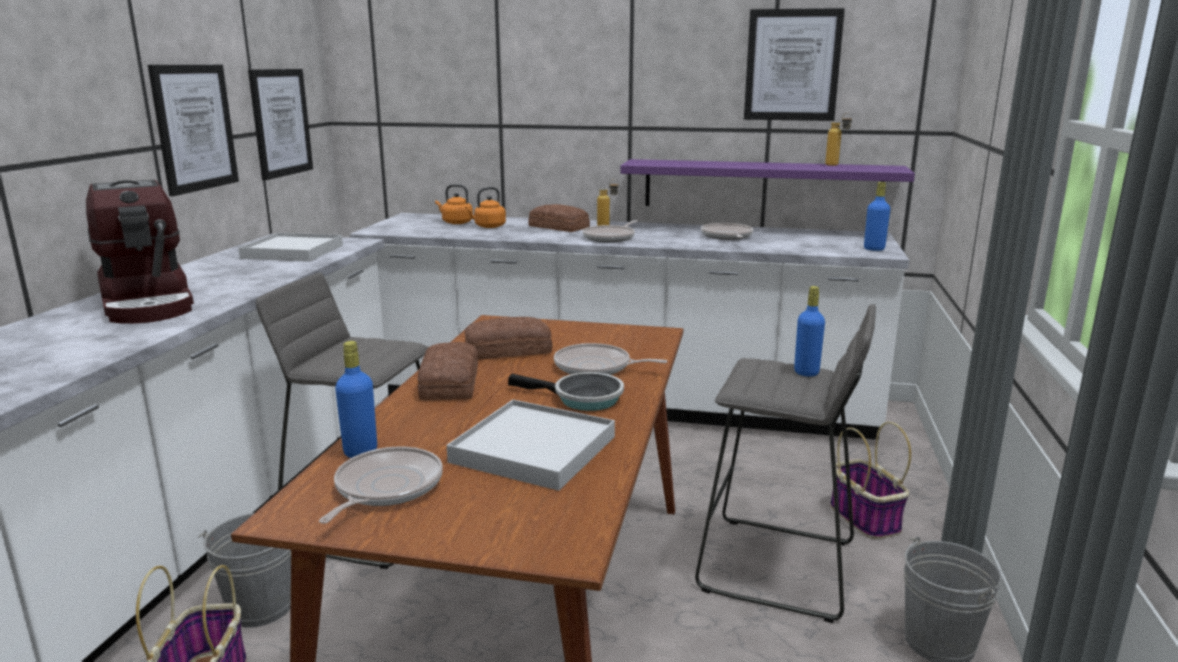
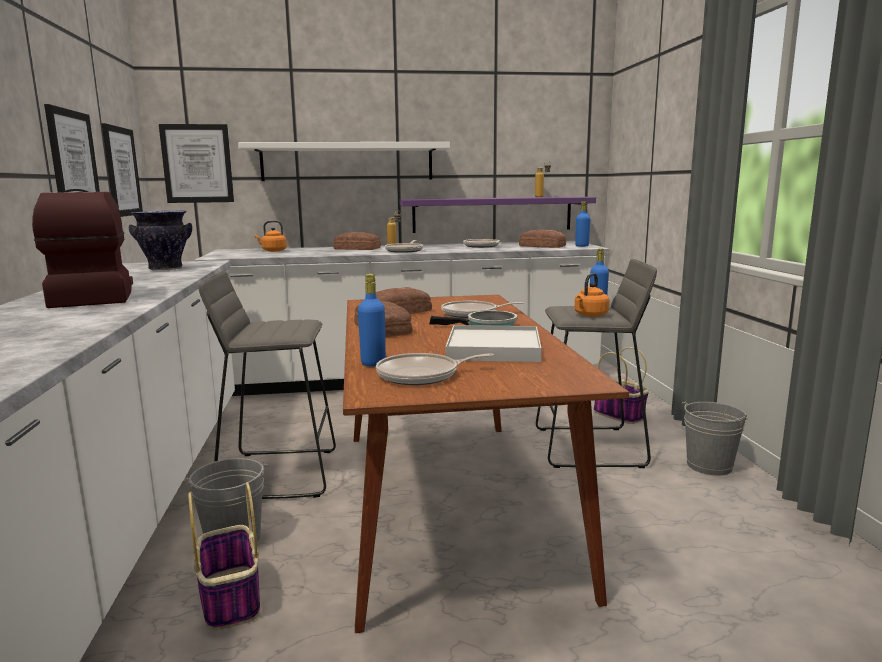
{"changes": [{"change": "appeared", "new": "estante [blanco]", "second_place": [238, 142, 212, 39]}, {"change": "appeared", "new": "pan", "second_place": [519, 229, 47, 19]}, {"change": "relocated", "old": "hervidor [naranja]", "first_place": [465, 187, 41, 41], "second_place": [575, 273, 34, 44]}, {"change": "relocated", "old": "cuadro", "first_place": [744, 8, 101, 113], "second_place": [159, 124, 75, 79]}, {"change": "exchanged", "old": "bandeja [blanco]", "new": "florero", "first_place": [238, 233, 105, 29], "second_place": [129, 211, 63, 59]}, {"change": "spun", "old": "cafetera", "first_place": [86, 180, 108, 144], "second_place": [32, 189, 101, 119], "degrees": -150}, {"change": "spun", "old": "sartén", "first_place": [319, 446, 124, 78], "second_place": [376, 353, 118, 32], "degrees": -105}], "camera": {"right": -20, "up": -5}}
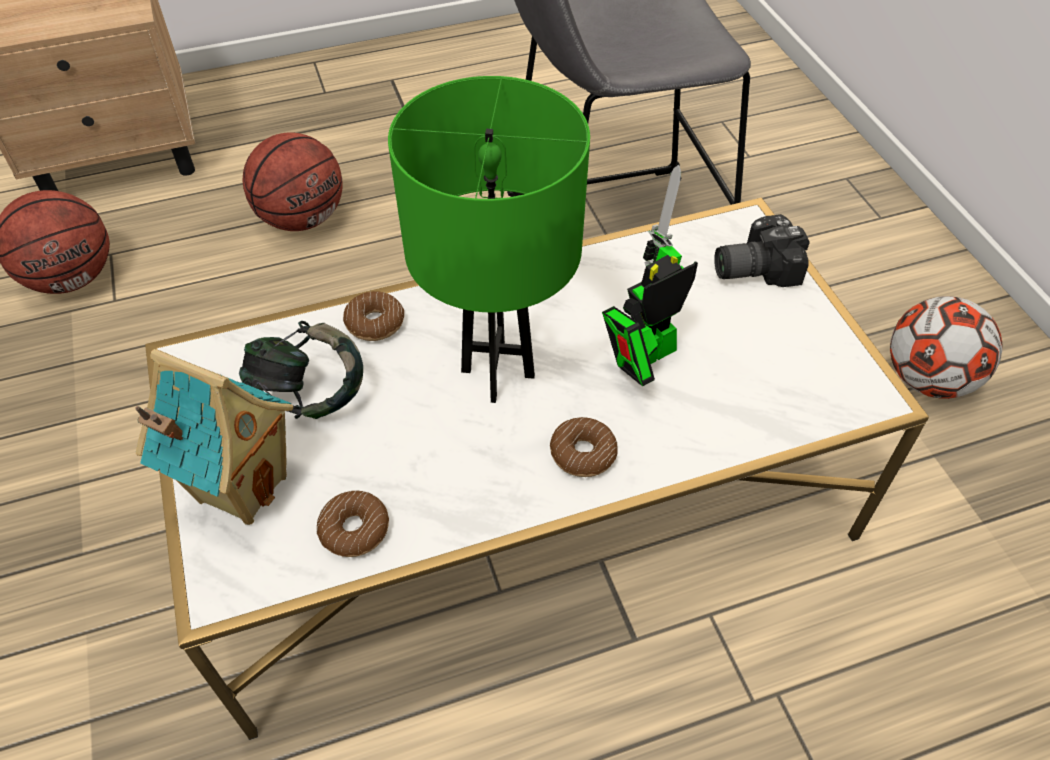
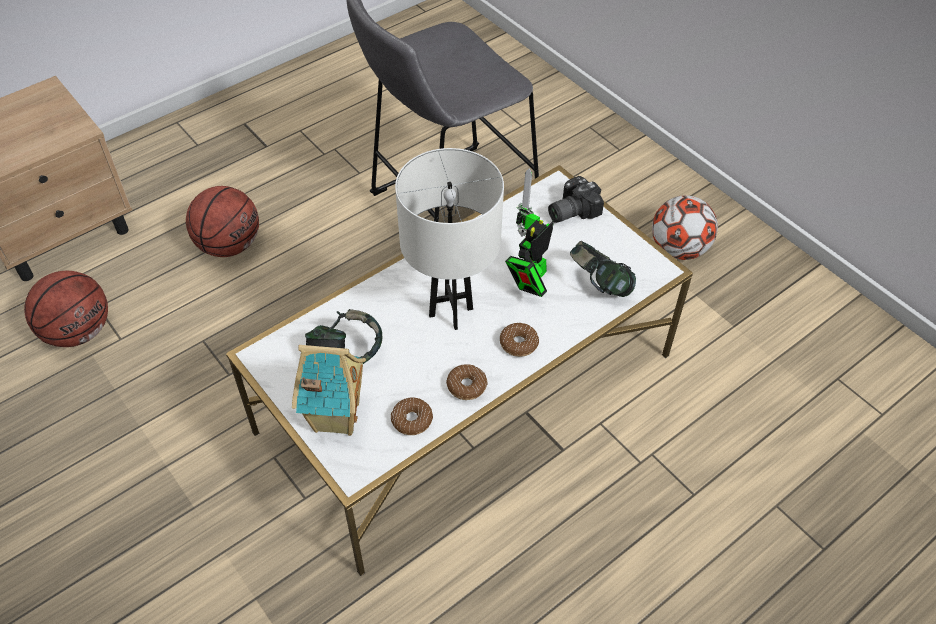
{"changes": [{"change": "appeared", "new": "auriculares", "second_place": [570, 241, 66, 56]}, {"change": "relocated", "old": "rosquilla", "first_place": [343, 291, 61, 50], "second_place": [446, 364, 41, 36]}, {"change": "colour", "old": "lámpara de mesa [verde]", "new": "lámpara de mesa [blanco]", "first_place": [388, 76, 202, 327], "second_place": [395, 148, 109, 182]}], "camera": {"right": -20, "up": 0}}
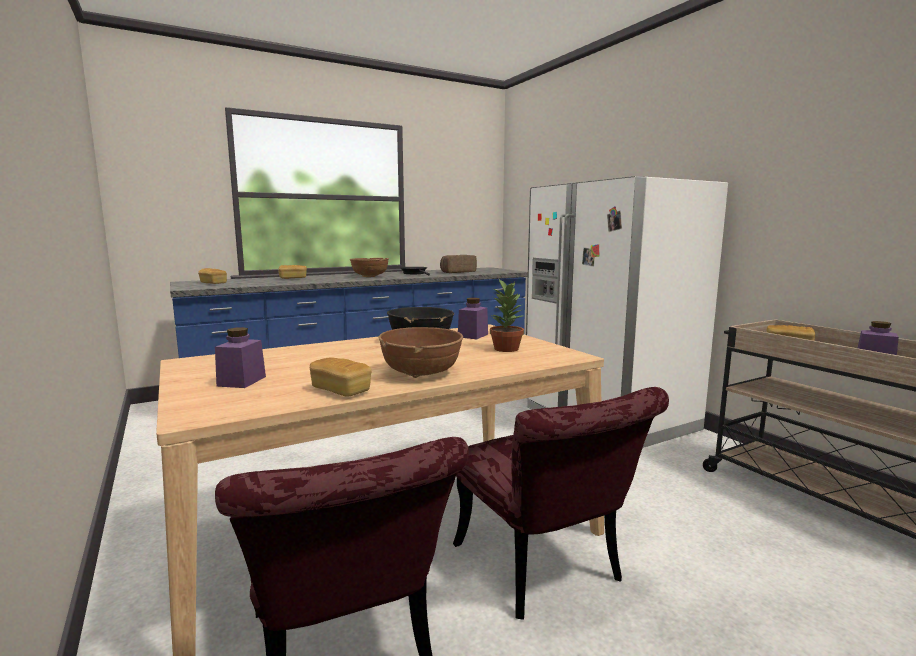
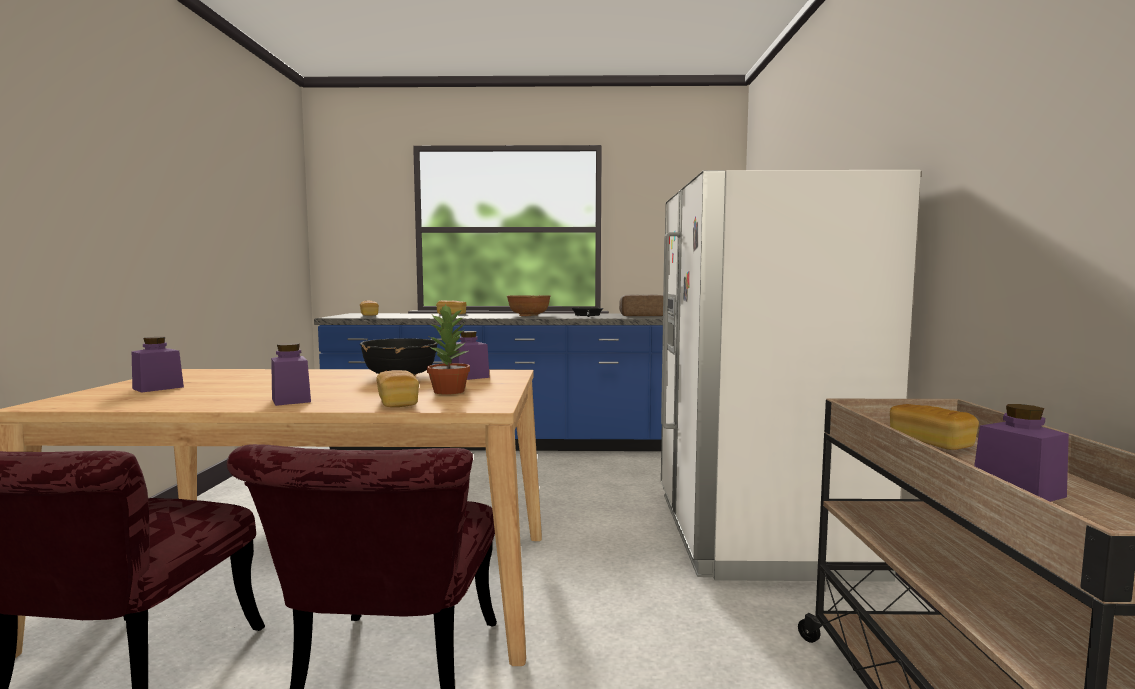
{"changes": [{"change": "relocated", "old": "pan", "first_place": [310, 357, 62, 40], "second_place": [376, 370, 43, 37]}, {"change": "exchanged", "old": "cuenco [marrón]", "new": "tarro [morado]", "first_place": [379, 327, 84, 51], "second_place": [271, 343, 40, 63]}], "camera": {"right": 30, "up": -5}}
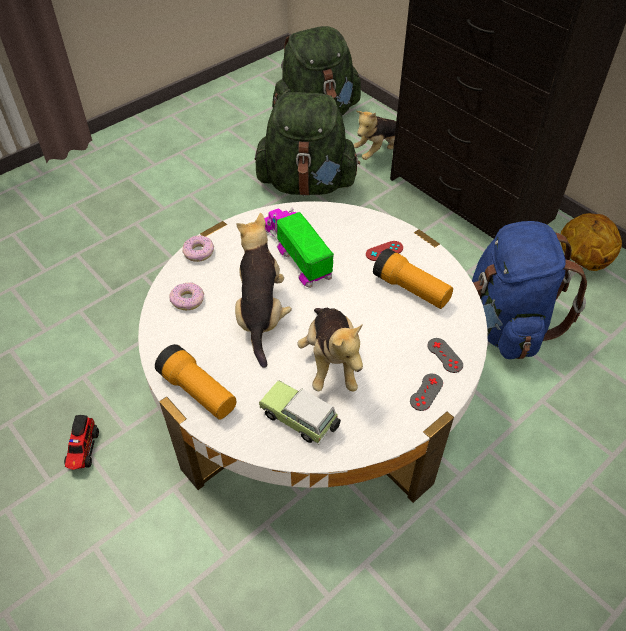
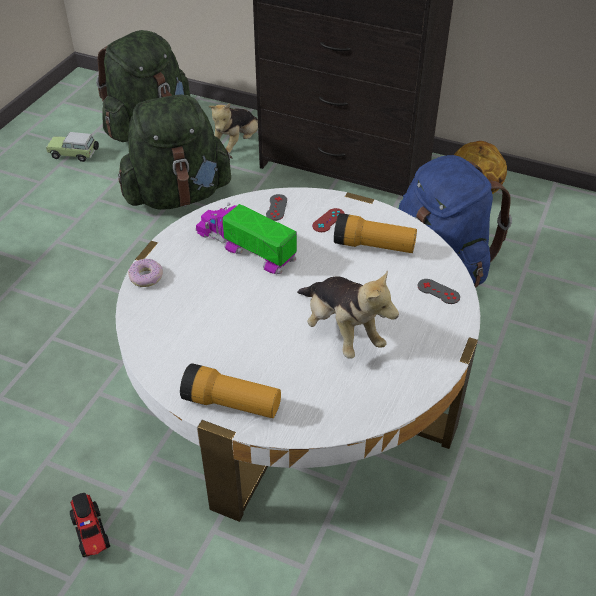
{"changes": [{"change": "missing", "old": "rosquilla", "first_place": [169, 282, 35, 28]}, {"change": "missing", "old": "peluche", "first_place": [235, 213, 57, 155]}, {"change": "relocated", "old": "coche de juguete", "first_place": [259, 380, 82, 65], "second_place": [46, 132, 53, 30]}, {"change": "relocated", "old": "mando de consola [gris]", "first_place": [410, 374, 33, 37], "second_place": [266, 194, 21, 27]}], "camera": {"right": -25, "up": -5}}
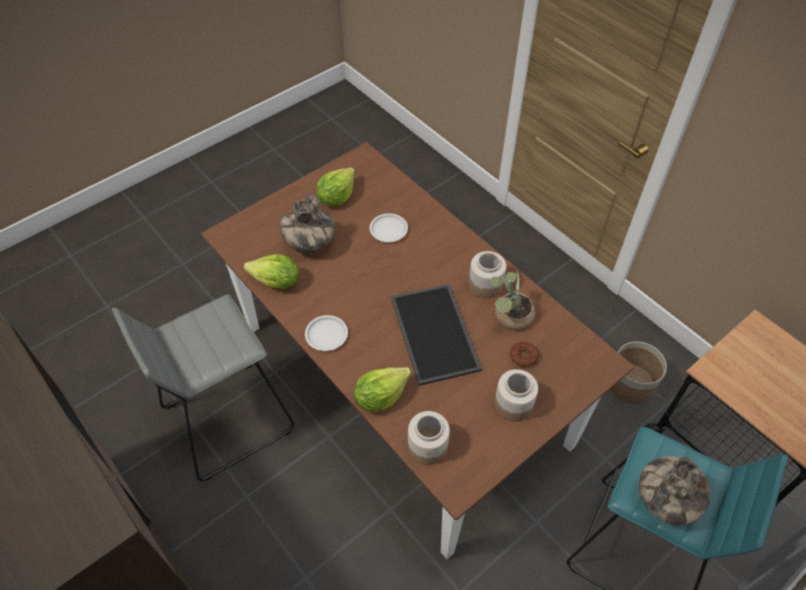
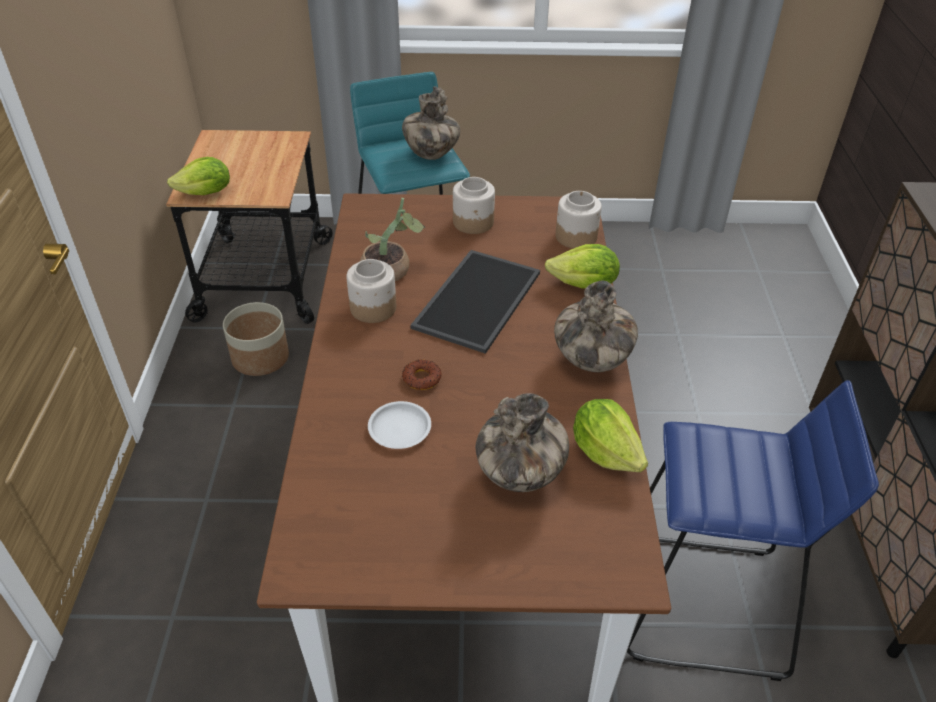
{"changes": [{"change": "relocated", "old": "lechuga", "first_place": [316, 167, 39, 39], "second_place": [167, 157, 63, 38]}, {"change": "relocated", "old": "rosquilla", "first_place": [510, 342, 29, 25], "second_place": [402, 359, 40, 31]}, {"change": "exchanged", "old": "plato [blanco]", "new": "florero", "first_place": [305, 315, 43, 36], "second_place": [554, 280, 84, 92]}, {"change": "colour", "old": "taburete [gris]", "new": "taburete [azul]", "first_place": [112, 295, 182, 186], "second_place": [627, 380, 252, 301]}], "camera": {"right": -140, "up": -10}}
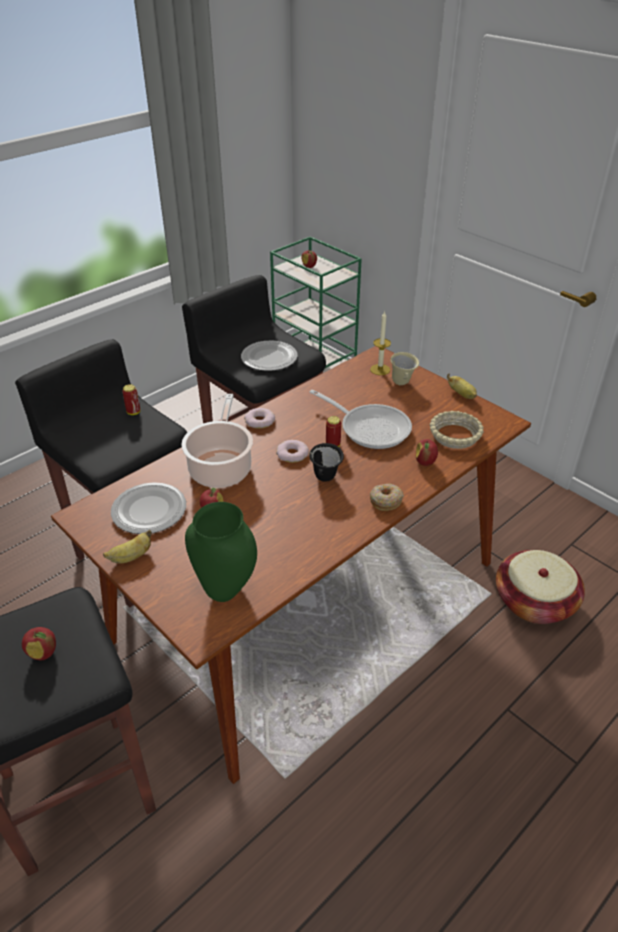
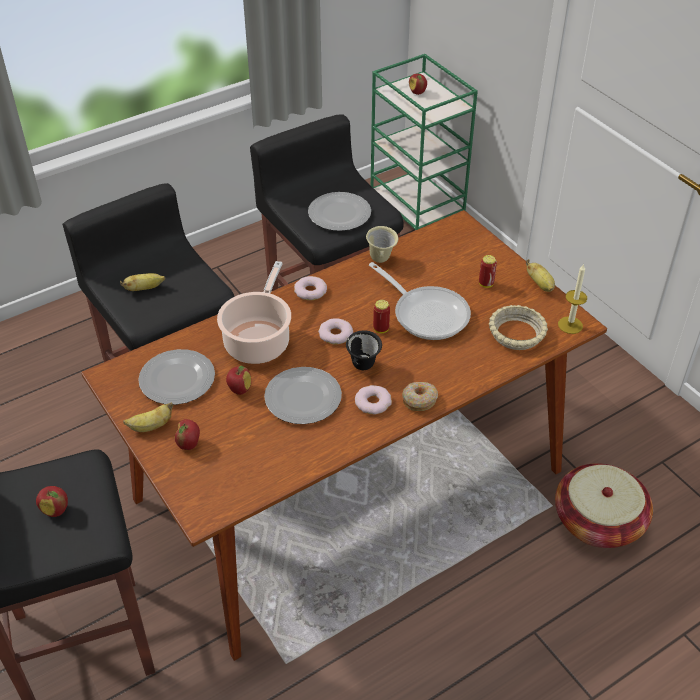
{"changes": [{"change": "missing", "old": "florero [verde]", "first_place": [185, 502, 72, 100]}, {"change": "appeared", "new": "plátano", "second_place": [120, 273, 45, 18]}, {"change": "appeared", "new": "plato", "second_place": [264, 367, 78, 57]}, {"change": "appeared", "new": "rosquilla", "second_place": [355, 385, 37, 30]}, {"change": "relocated", "old": "lata", "first_place": [122, 384, 18, 31], "second_place": [479, 255, 18, 33]}, {"change": "relocated", "old": "vela", "first_place": [370, 311, 21, 64], "second_place": [558, 264, 29, 70]}, {"change": "relocated", "old": "taza grande [beis]", "first_place": [391, 352, 28, 33], "second_place": [366, 226, 32, 37]}, {"change": "relocated", "old": "manzana", "first_place": [416, 439, 22, 27], "second_place": [175, 419, 25, 31]}], "camera": {"right": 10, "up": 5}}
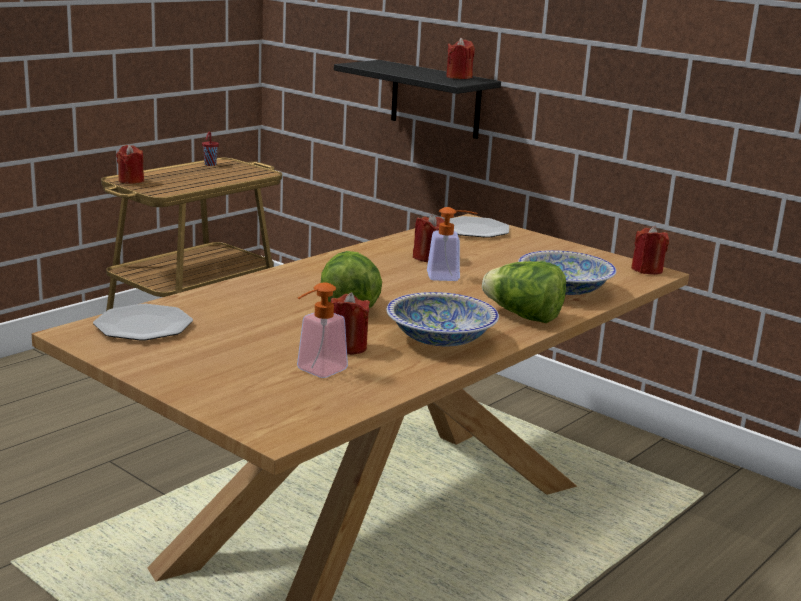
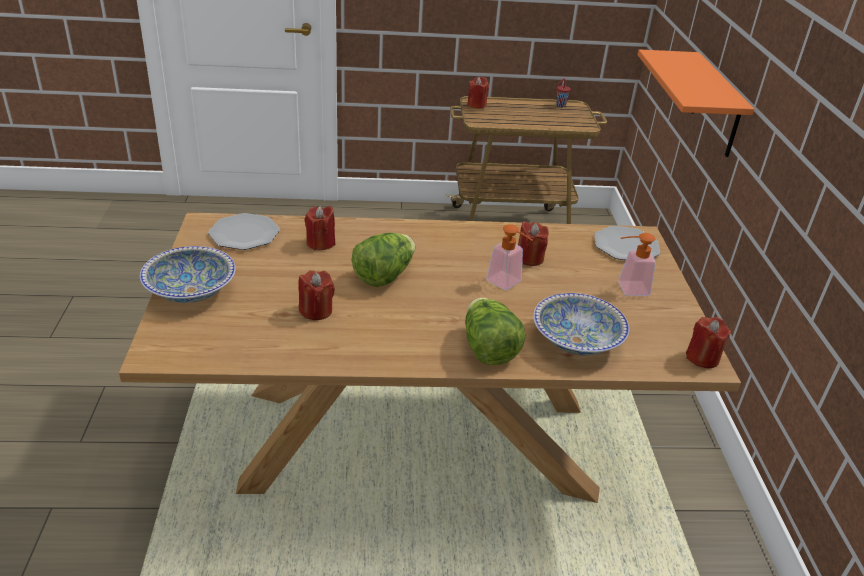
{"changes": [{"change": "relocated", "old": "dispensador de jabón", "first_place": [297, 282, 51, 96], "second_place": [619, 233, 37, 63]}, {"change": "relocated", "old": "cuenco", "first_place": [387, 292, 112, 54], "second_place": [140, 246, 96, 57]}, {"change": "relocated", "old": "vela [rojo]", "first_place": [446, 38, 29, 41], "second_place": [305, 206, 30, 44]}, {"change": "colour", "old": "estante [negro]", "new": "estante [naranja]", "first_place": [334, 60, 167, 79], "second_place": [638, 49, 116, 108]}], "camera": {"right": 45, "up": 15}}
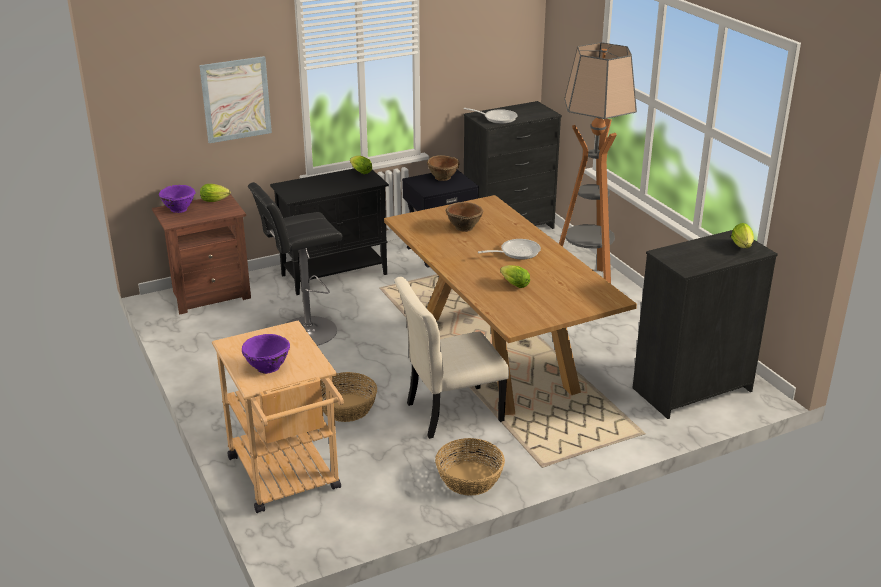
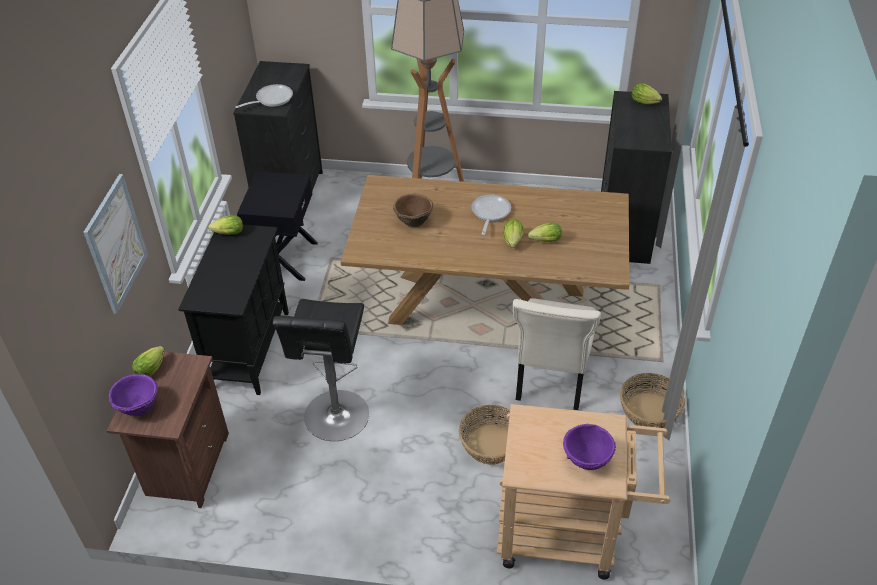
{"changes": [{"change": "missing", "old": "cuenco [marrón]", "first_place": [427, 155, 33, 26]}, {"change": "appeared", "new": "lechuga", "second_place": [503, 219, 21, 29]}], "camera": {"right": -55, "up": 15}}
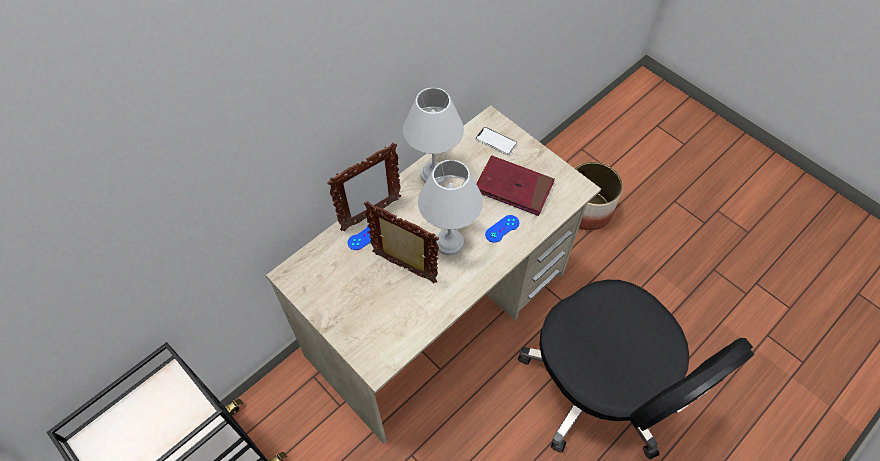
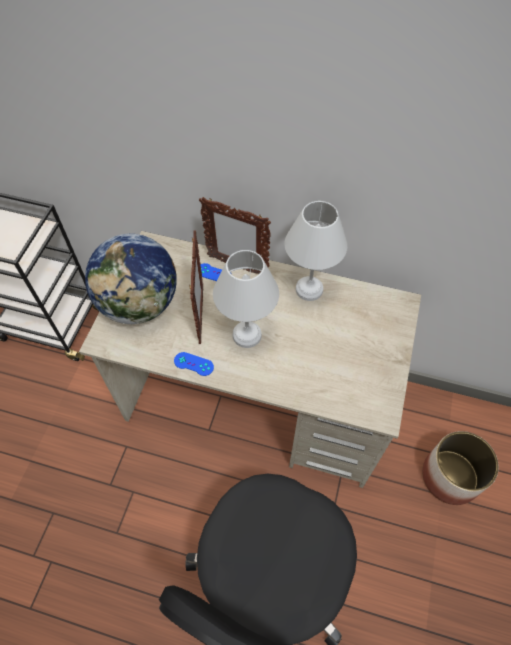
{"changes": [{"change": "missing", "old": "móvil", "first_place": [475, 127, 42, 28]}, {"change": "missing", "old": "libro [rojo]", "first_place": [476, 155, 79, 61]}, {"change": "appeared", "new": "globo terráqueo", "second_place": [85, 234, 92, 90]}, {"change": "relocated", "old": "mando de consola [azul]", "first_place": [485, 215, 34, 28], "second_place": [174, 352, 40, 24]}], "camera": {"right": 60, "up": 0}}
